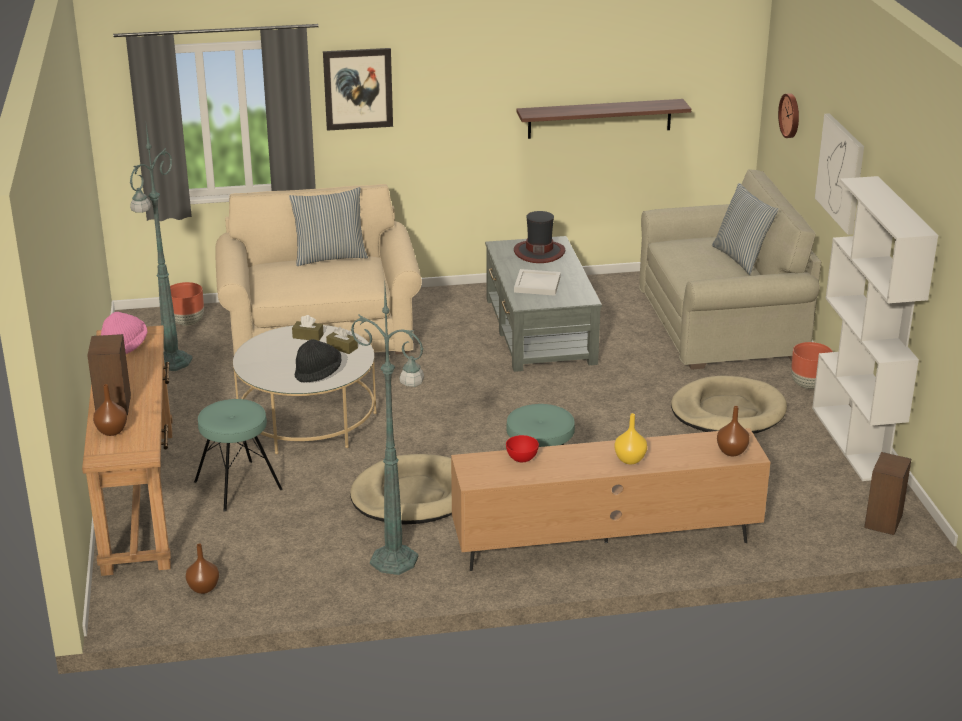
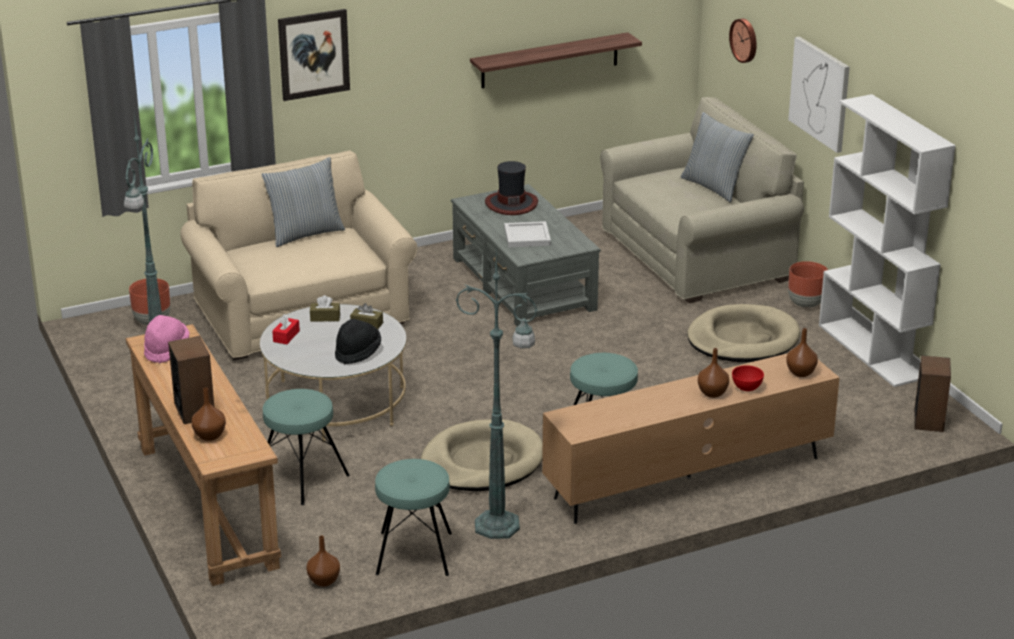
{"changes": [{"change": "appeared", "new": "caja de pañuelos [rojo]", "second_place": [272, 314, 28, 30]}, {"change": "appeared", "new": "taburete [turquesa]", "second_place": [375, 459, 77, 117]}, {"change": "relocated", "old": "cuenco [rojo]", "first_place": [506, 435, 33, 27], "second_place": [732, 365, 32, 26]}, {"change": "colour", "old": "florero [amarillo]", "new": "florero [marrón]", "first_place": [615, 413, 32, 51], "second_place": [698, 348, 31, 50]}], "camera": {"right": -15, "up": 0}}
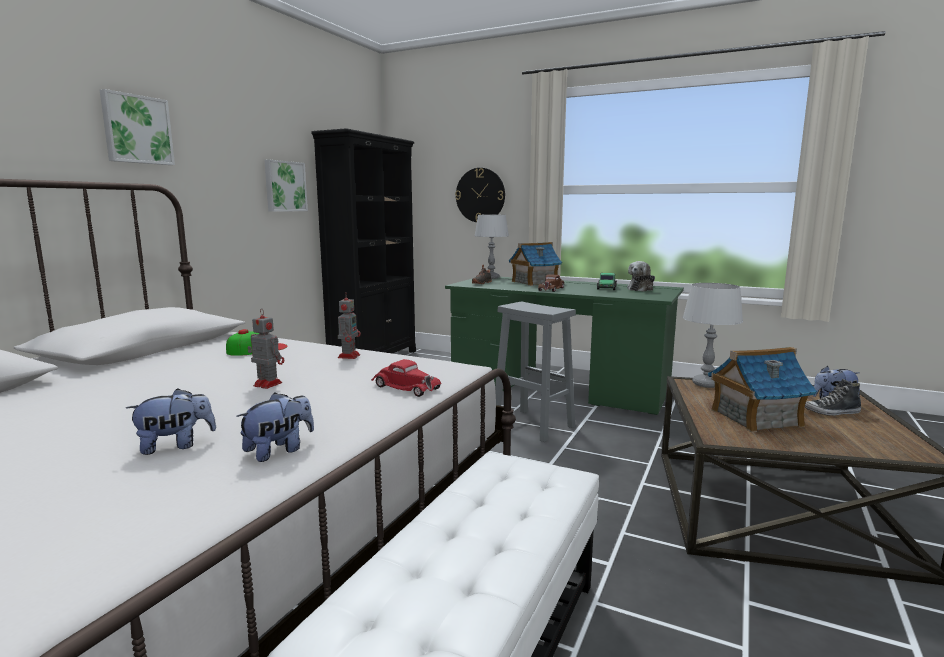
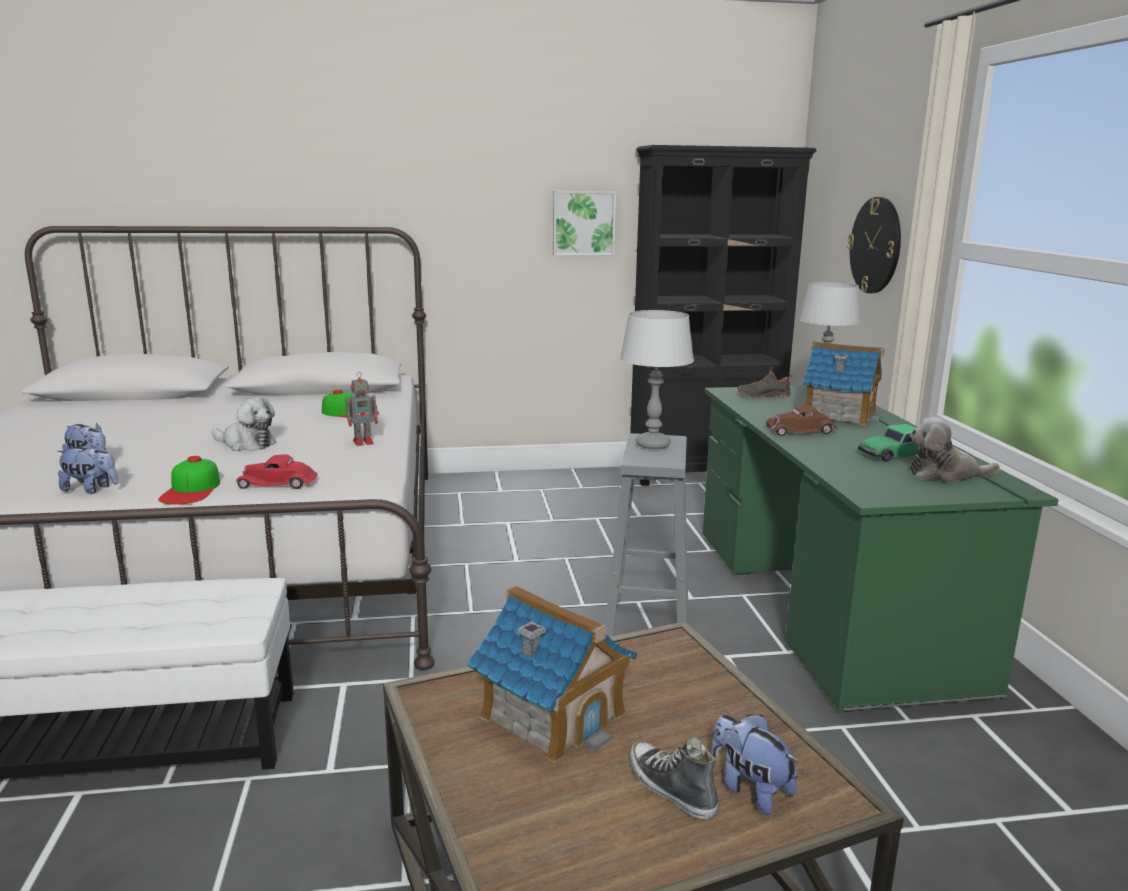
{"changes": [{"change": "missing", "old": "cuadro", "first_place": [100, 89, 75, 76]}, {"change": "appeared", "new": "gorra", "second_place": [159, 456, 61, 49]}, {"change": "relocated", "old": "lámpara de mesa [gris]", "first_place": [683, 283, 60, 105], "second_place": [620, 310, 74, 139]}, {"change": "exchanged", "old": "robot de juguete", "new": "peluche", "first_place": [248, 308, 36, 81], "second_place": [212, 397, 64, 54]}, {"change": "spun", "old": "coche de juguete [rojo]", "first_place": [371, 359, 70, 38], "second_place": [235, 454, 83, 35], "degrees": 90}], "camera": {"right": 55, "up": 5}}
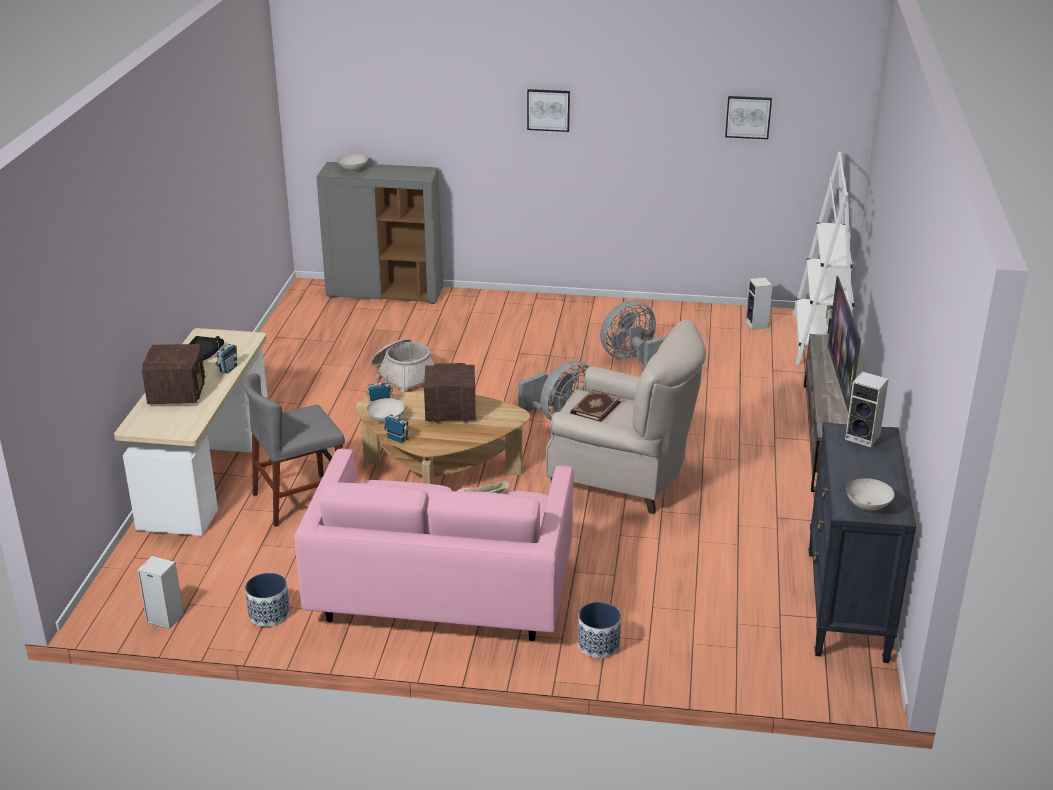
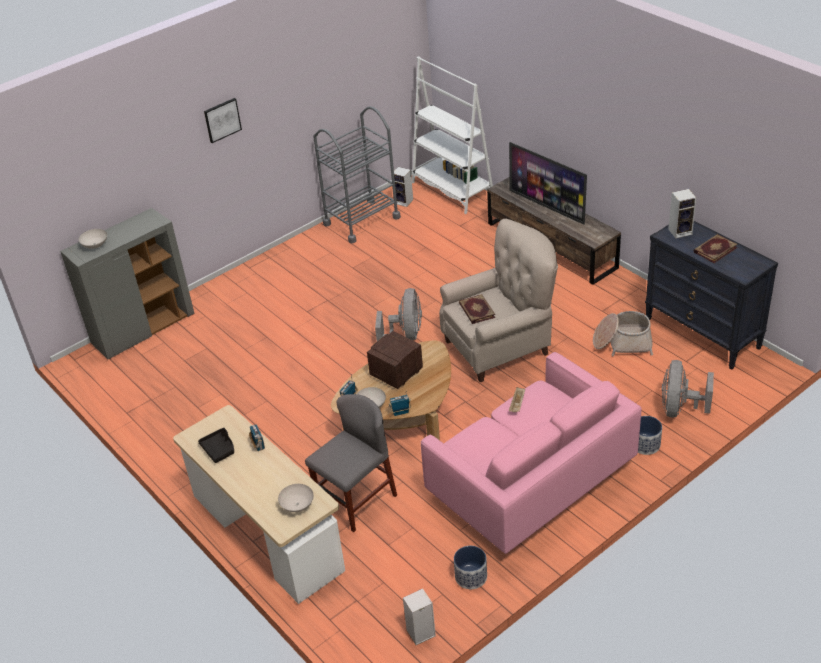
{"changes": [{"change": "missing", "old": "radio", "first_place": [142, 344, 63, 60]}, {"change": "missing", "old": "cuadro", "first_place": [725, 96, 47, 43]}, {"change": "appeared", "new": "carrito [gris]", "second_place": [313, 106, 88, 137]}, {"change": "appeared", "new": "libro", "second_place": [694, 234, 44, 29]}, {"change": "relocated", "old": "cesta", "first_place": [371, 338, 63, 54], "second_place": [593, 311, 60, 46]}, {"change": "relocated", "old": "ventilador [gris]", "first_place": [600, 300, 68, 70], "second_place": [662, 360, 52, 57]}, {"change": "relocated", "old": "cuenco [blanco]", "first_place": [846, 478, 49, 33], "second_place": [278, 484, 36, 28]}, {"change": "spun", "old": "silla [gris]", "first_place": [242, 373, 103, 154], "second_place": [305, 394, 92, 138], "degrees": -150}], "camera": {"right": -45, "up": 10}}
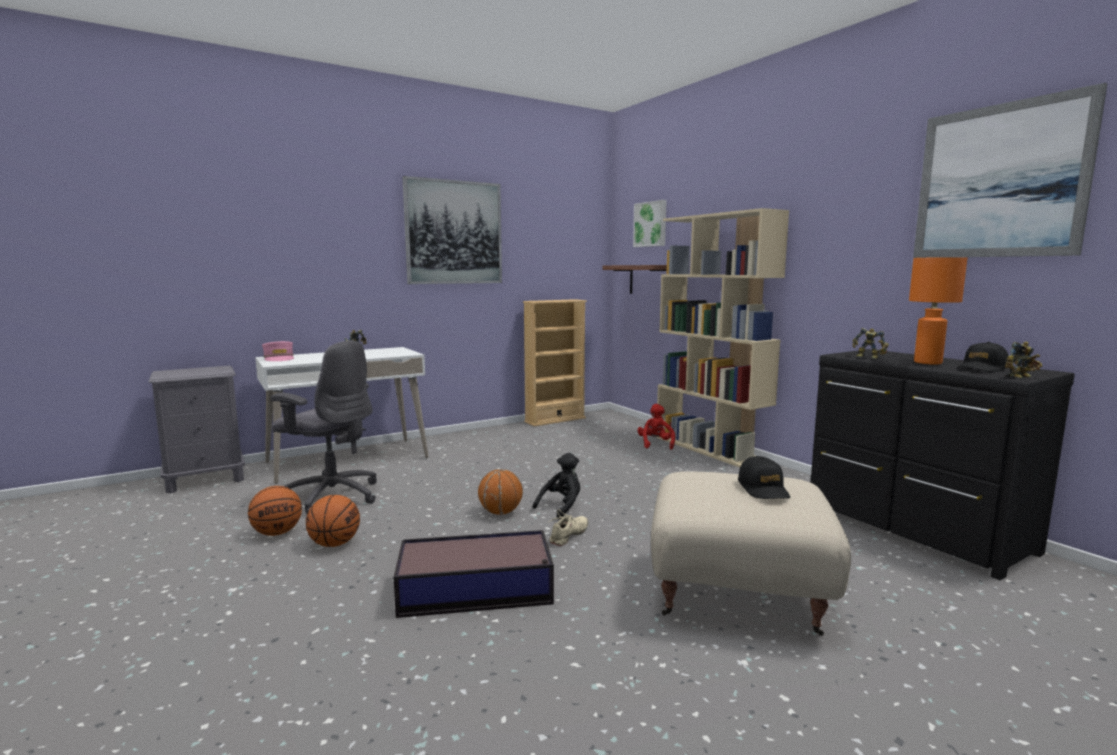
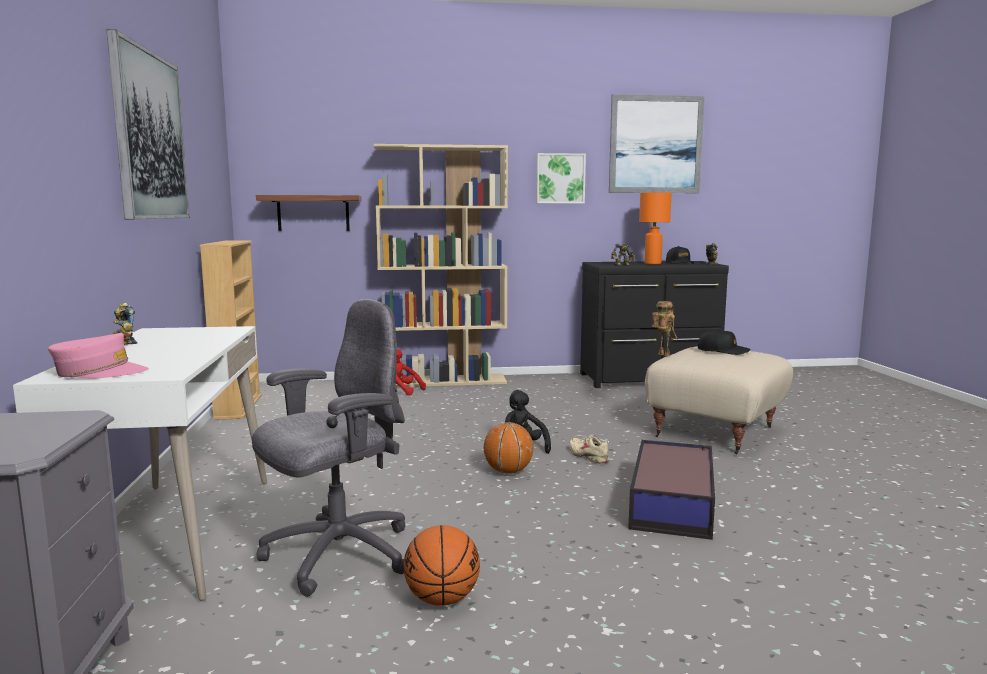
{"changes": [{"change": "missing", "old": "balón de baloncesto", "first_place": [306, 495, 54, 52]}, {"change": "appeared", "new": "robot de juguete", "second_place": [652, 301, 26, 56]}, {"change": "relocated", "old": "cuadro", "first_place": [633, 200, 34, 47], "second_place": [536, 153, 50, 51]}], "camera": {"right": -65, "up": 0}}
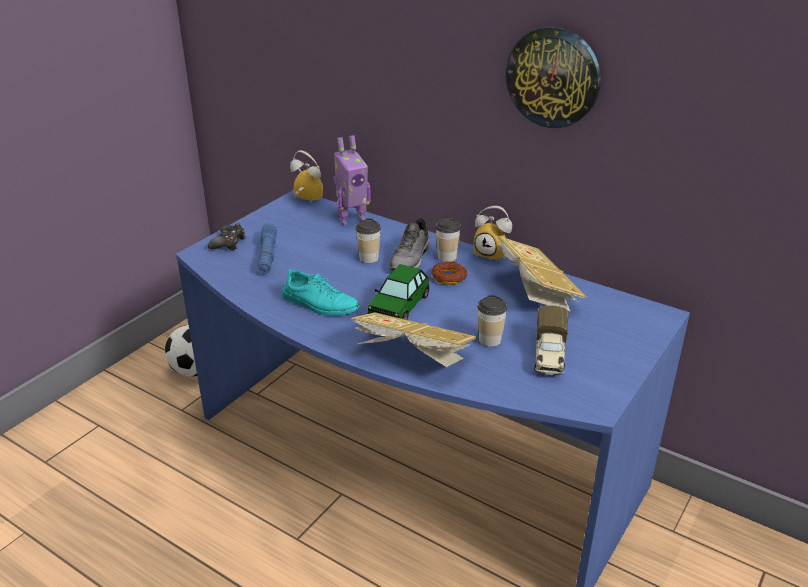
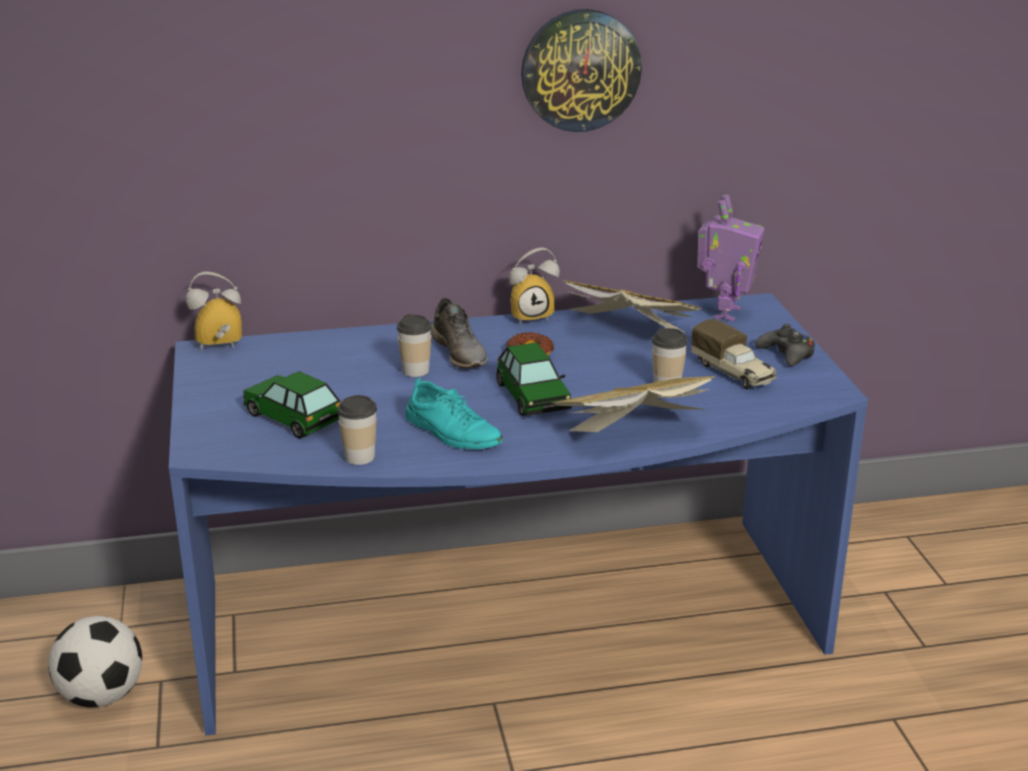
{"changes": [{"change": "relocated", "old": "mando de consola [negro]", "first_place": [208, 223, 38, 27], "second_place": [755, 324, 60, 42]}, {"change": "relocated", "old": "robot de juguete", "first_place": [334, 135, 37, 91], "second_place": [697, 194, 67, 127]}, {"change": "relocated", "old": "taza", "first_place": [436, 218, 25, 44], "second_place": [337, 395, 40, 70]}, {"change": "exchanged", "old": "linterna [azul]", "new": "coche de juguete", "first_place": [258, 223, 19, 51], "second_place": [243, 371, 98, 67]}, {"change": "spun", "old": "zapato [turquesa]", "first_place": [282, 269, 77, 47], "second_place": [406, 378, 97, 71], "degrees": 60}], "camera": {"right": -45, "up": -5}}
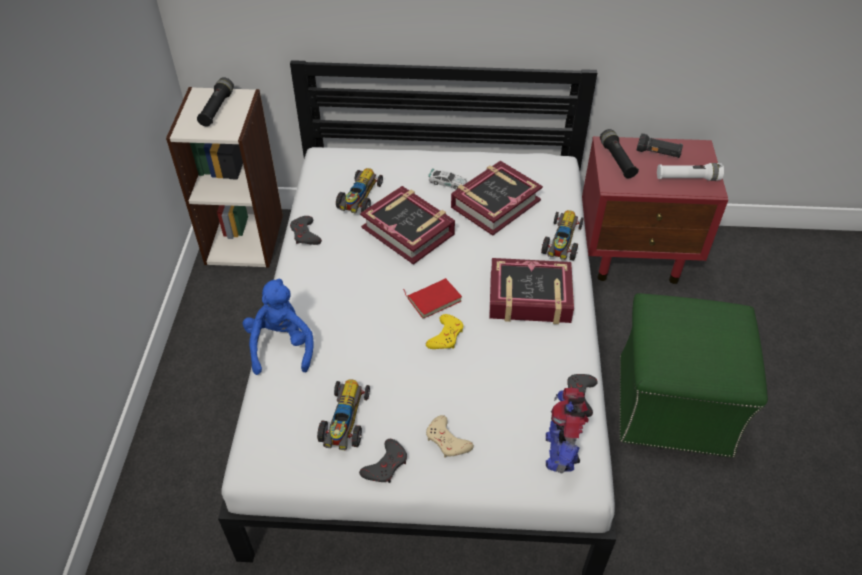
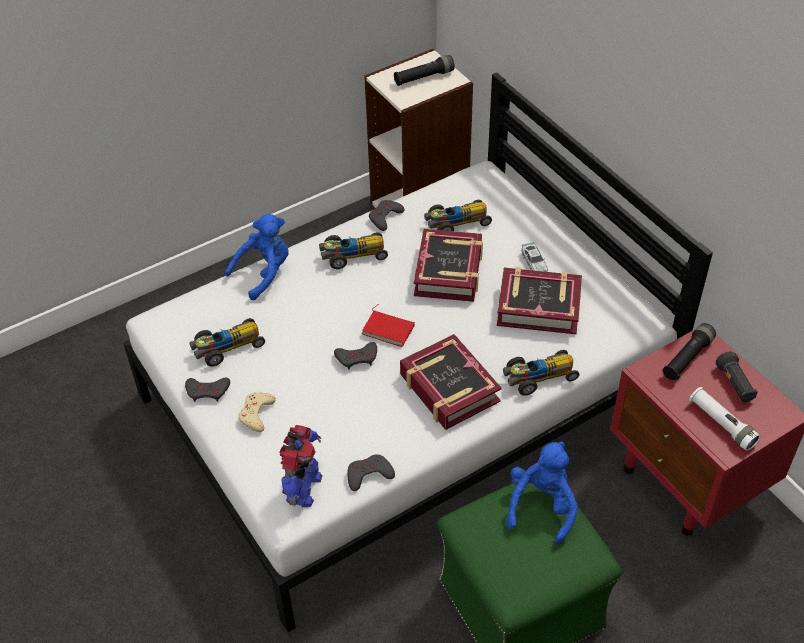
{"changes": [{"change": "appeared", "new": "coche de juguete", "second_place": [319, 232, 69, 37]}, {"change": "appeared", "new": "peluche [azul]", "second_place": [506, 442, 72, 103]}, {"change": "colour", "old": "mando de consola [amarillo]", "new": "mando de consola [gris]", "first_place": [426, 314, 37, 35], "second_place": [334, 342, 43, 28]}, {"change": "spun", "old": "robot de juguete", "first_place": [546, 388, 43, 86], "second_place": [280, 425, 42, 82], "degrees": 135}], "camera": {"right": 55, "up": 0}}
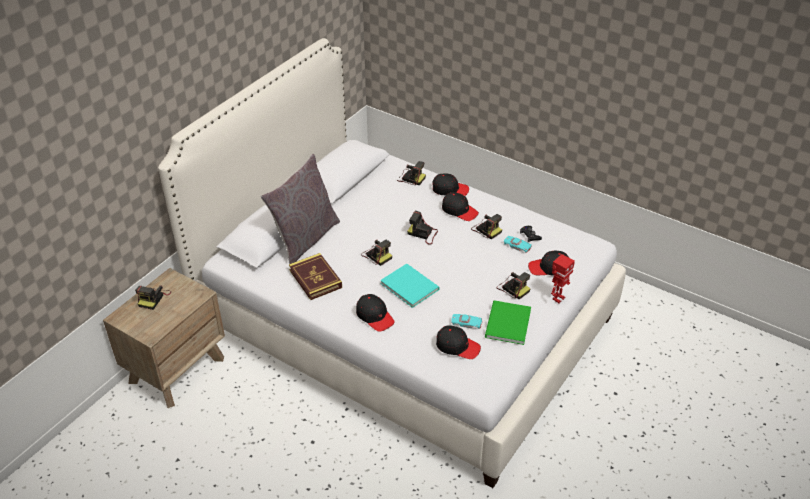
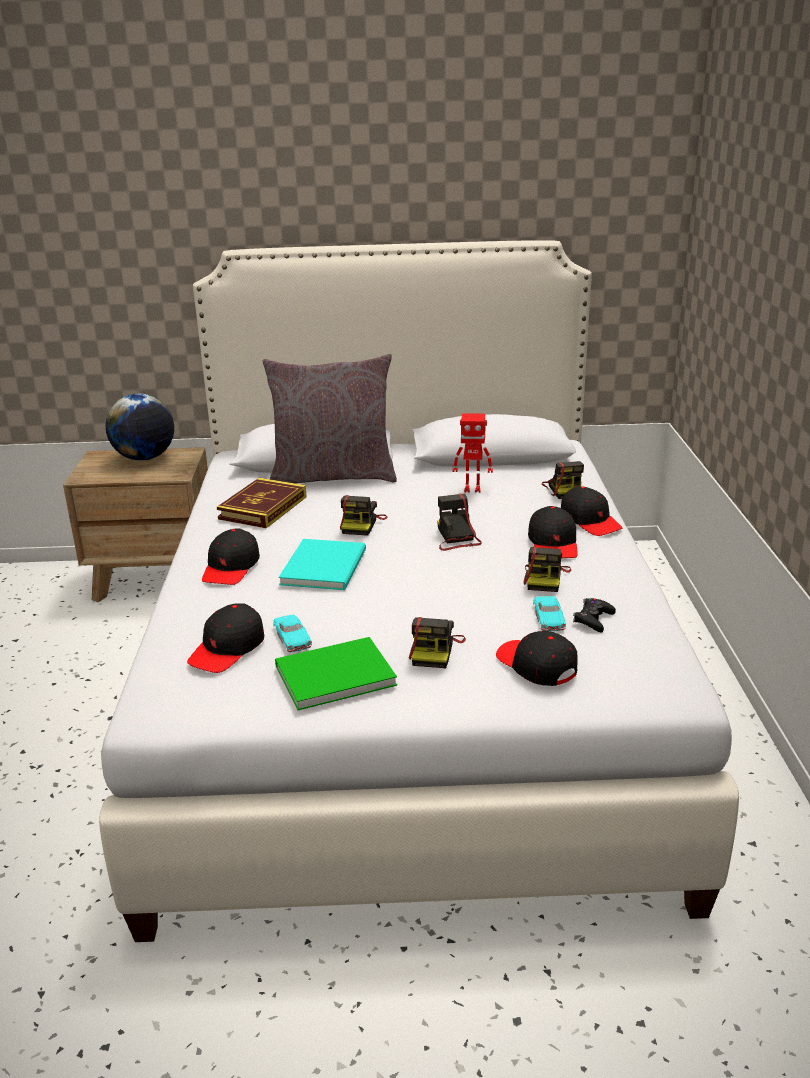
{"changes": [{"change": "relocated", "old": "robot de juguete", "first_place": [551, 254, 24, 50], "second_place": [453, 413, 40, 80]}, {"change": "exchanged", "old": "cámara", "new": "globo terráqueo", "first_place": [135, 285, 36, 25], "second_place": [106, 394, 68, 67]}, {"change": "spun", "old": "gorra [negro]", "first_place": [436, 325, 45, 34], "second_place": [187, 603, 77, 70], "degrees": 45}], "camera": {"right": 55, "up": -15}}
